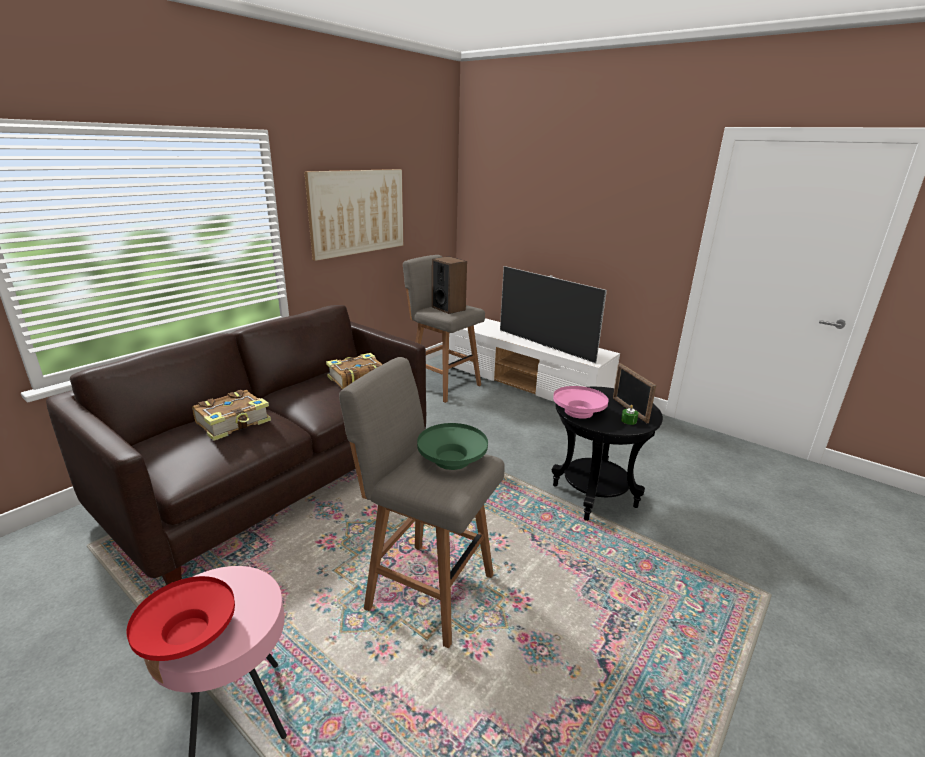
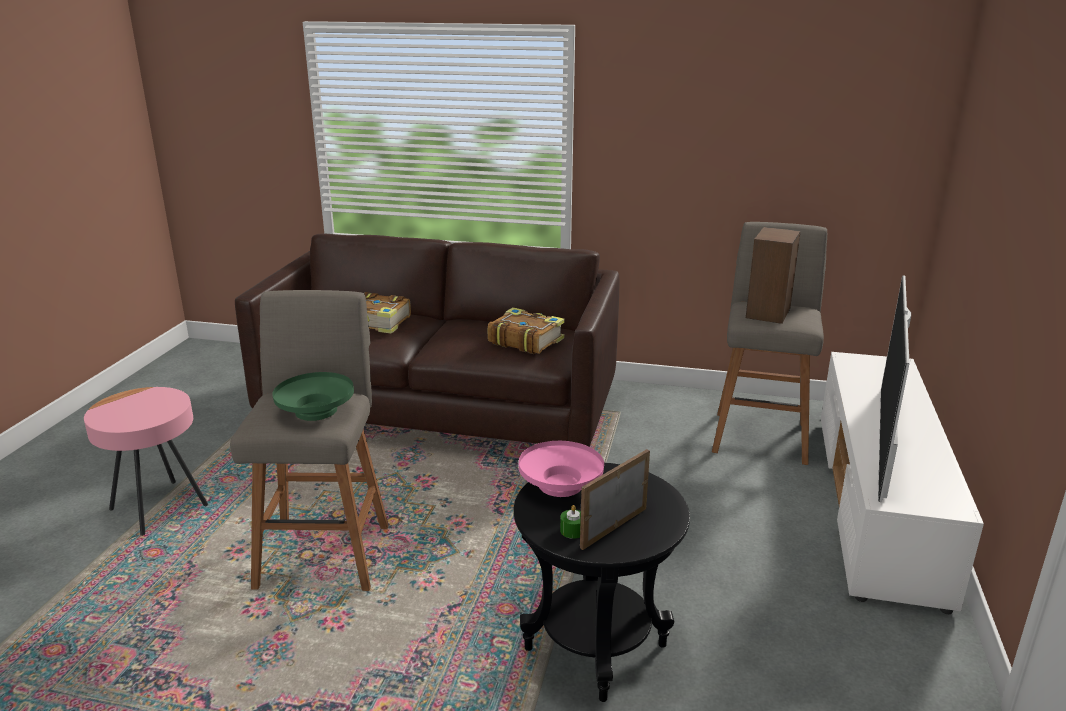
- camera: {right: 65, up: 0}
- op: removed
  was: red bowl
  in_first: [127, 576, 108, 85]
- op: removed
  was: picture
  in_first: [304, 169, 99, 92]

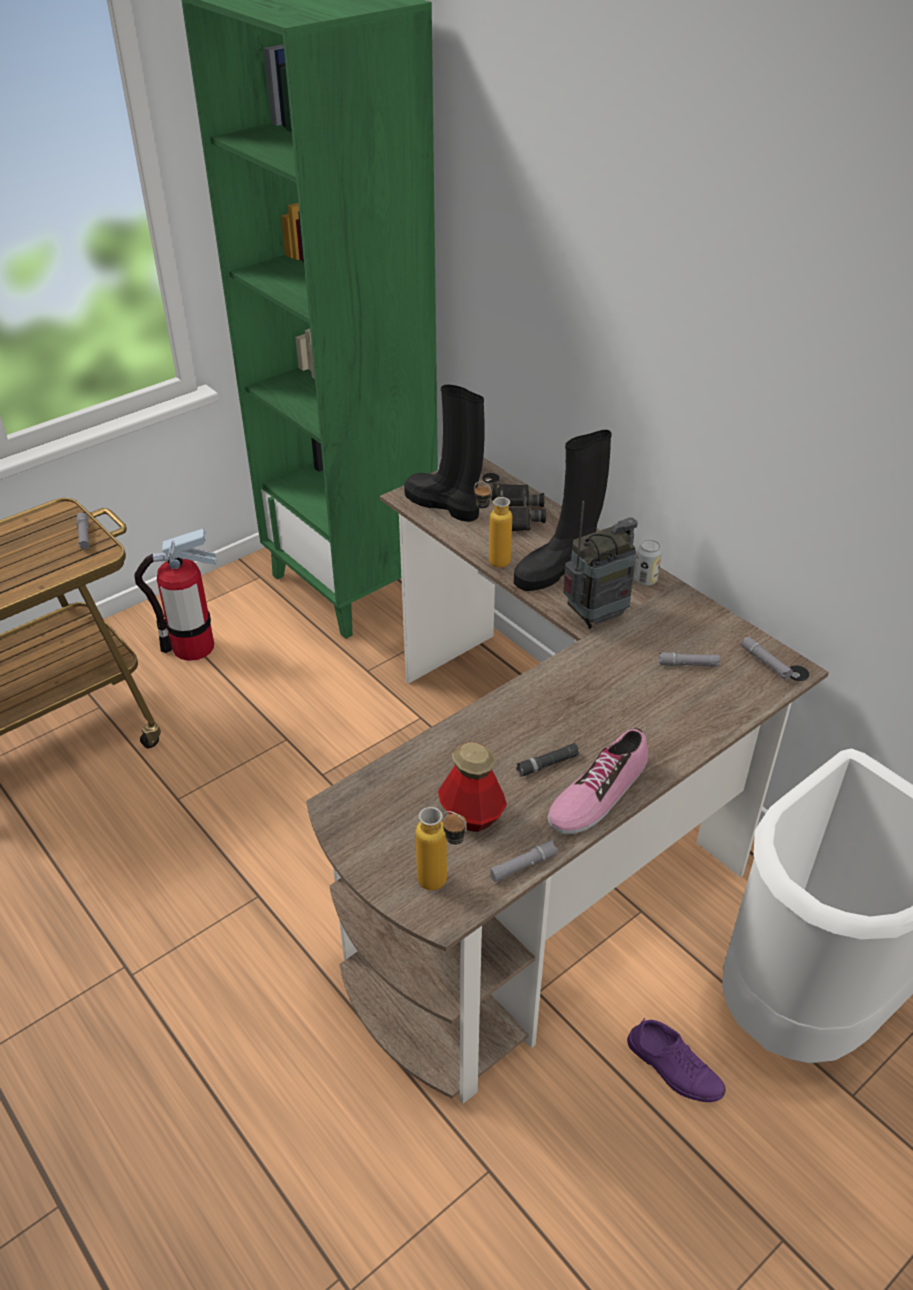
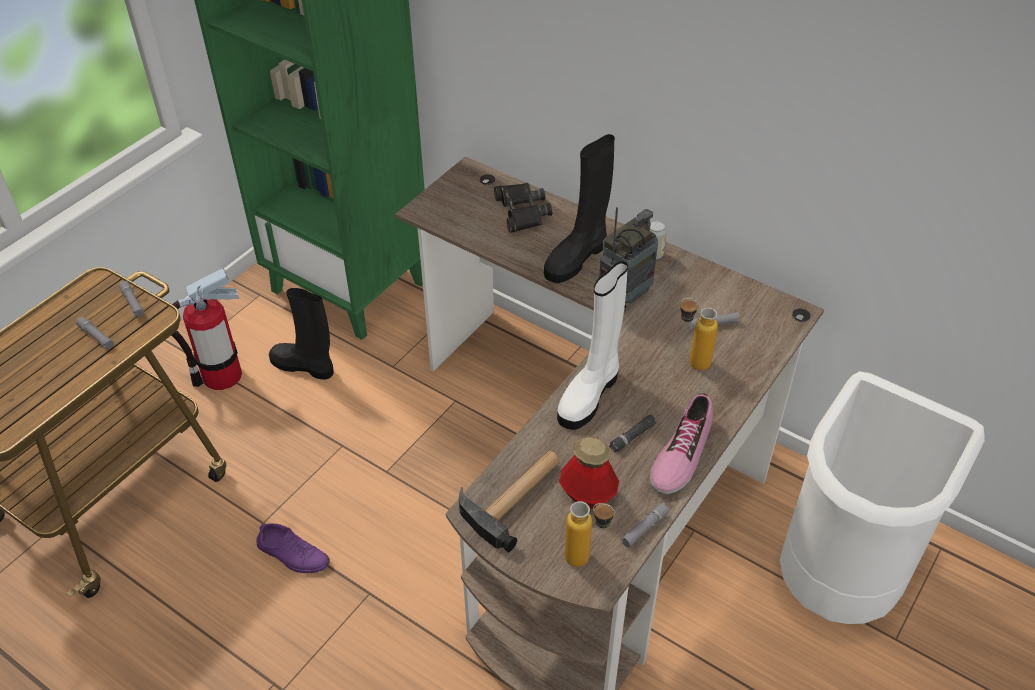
- camera: {right: -15, up: 5}
- op: added
  now: hammer
  in_second: [459, 451, 100, 101]
- op: added
  now: white boot
  in_second: [557, 261, 71, 169]
- op: moved
  was: black boot
  in_first: [404, 385, 81, 137]
  in_second: [269, 288, 65, 91]
- op: moved
  was: bottle
  in_first: [474, 481, 38, 87]
  in_second: [679, 298, 39, 72]
- op: moved
  was: purple shoe
  in_first: [627, 1018, 98, 84]
  in_second: [256, 523, 74, 50]
- op: moved
  was: grey flashlight
  in_first: [741, 636, 52, 44]
  in_second: [76, 316, 38, 33]

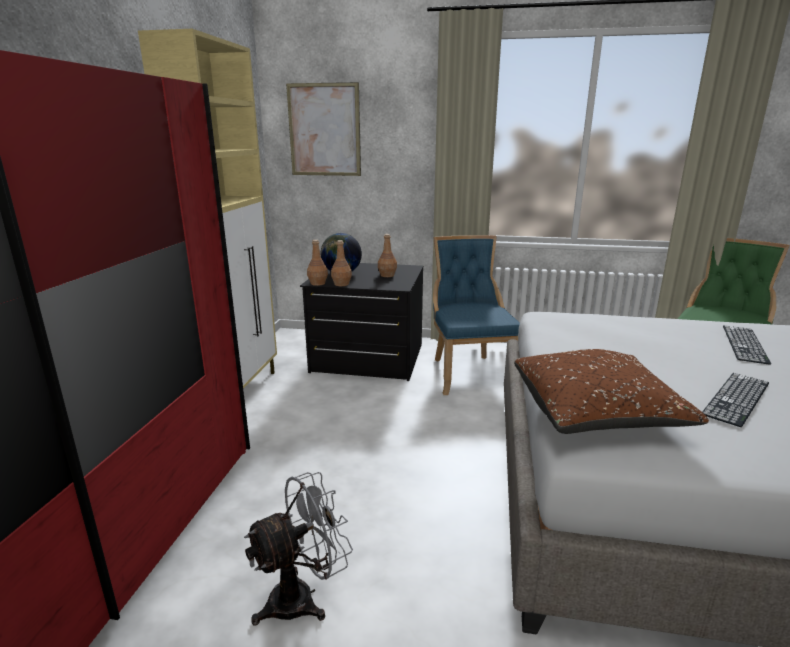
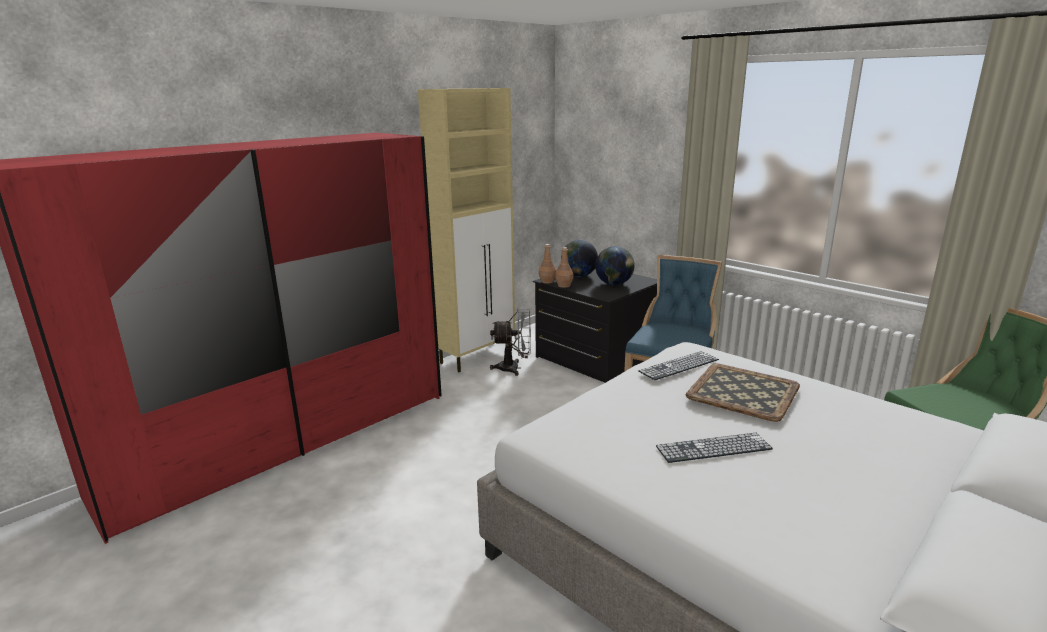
- camera: {right: 35, up: 0}
- op: removed
  was: picture
  in_first: [286, 82, 75, 94]
- op: removed
  was: brown pillow
  in_first: [514, 349, 195, 85]
- op: added
  now: tray
  in_second: [686, 364, 114, 58]
- op: moved
  was: grey fan
  in_first: [244, 472, 109, 154]
  in_second: [490, 309, 41, 67]
- op: moved
  was: keyboard
  in_first: [723, 325, 48, 40]
  in_second: [638, 351, 81, 29]
- op: replaced
  was: brown bottle
  now: globe
  in_first: [378, 234, 19, 43]
  in_second: [595, 246, 40, 39]

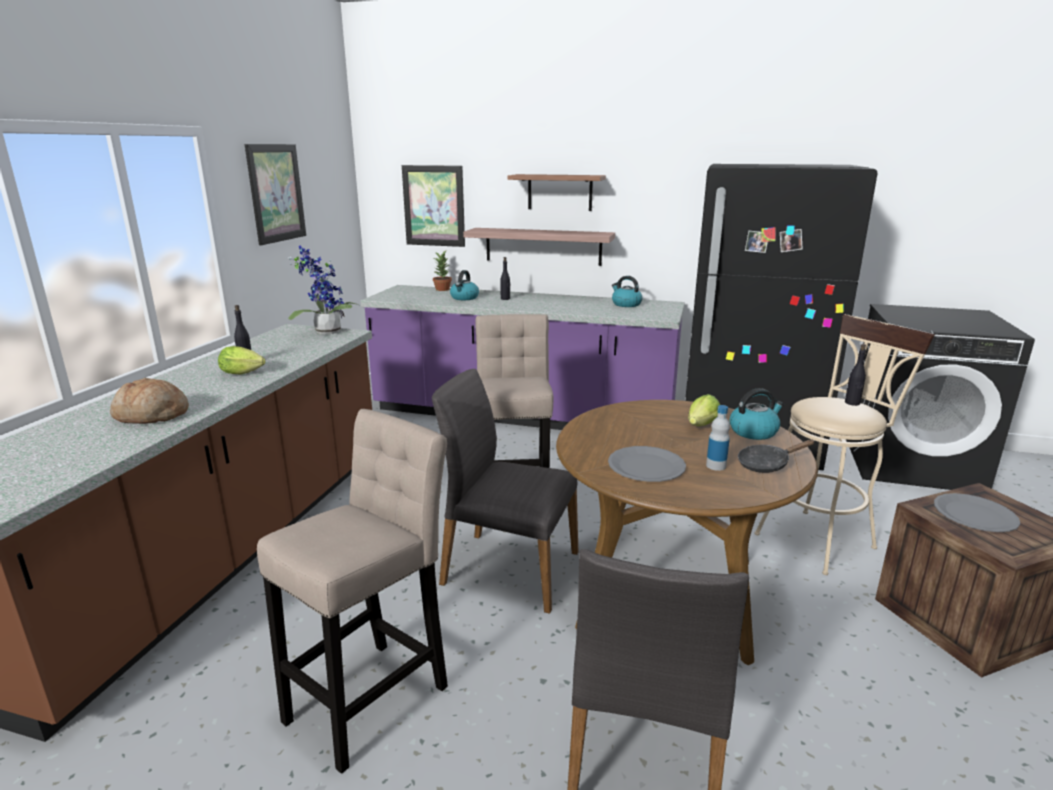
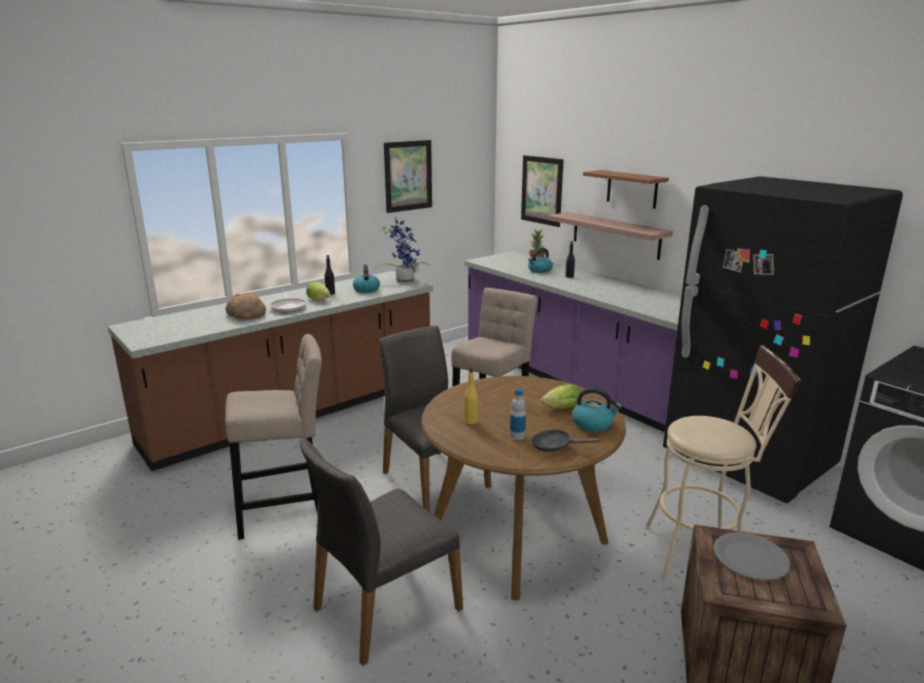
- camera: {right: 35, up: 0}
- op: removed
  was: black bottle
  in_first: [845, 344, 21, 62]
- op: added
  now: frying pan
  in_second: [270, 293, 36, 20]
- op: moved
  was: kettle
  in_first: [612, 276, 30, 31]
  in_second: [353, 264, 27, 29]
- op: replaced
  was: grey plate
  now: yellow bottle
  in_first: [608, 446, 78, 36]
  in_second: [464, 367, 14, 57]

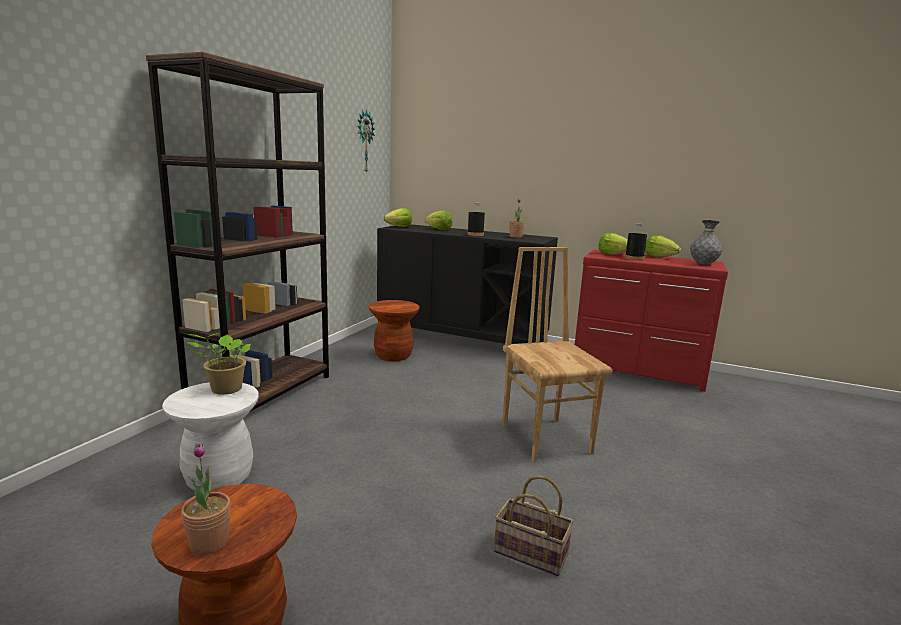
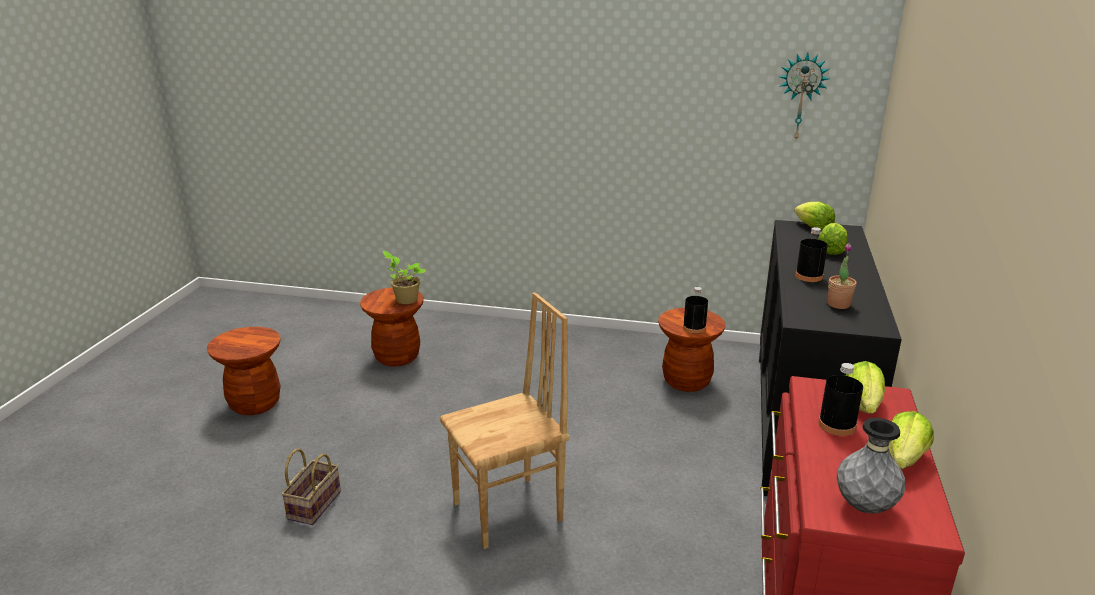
- camera: {right: 80, up: 10}
- op: removed
  was: brown bookcase
  in_first: [146, 52, 183, 360]
- op: removed
  was: potted plant
  in_first: [181, 443, 50, 112]
- op: added
  now: black bottle
  in_second: [683, 287, 25, 47]
- op: recoloured
  was: white stool
  now: brown stool
  in_first: [162, 383, 97, 108]
  in_second: [360, 287, 64, 79]

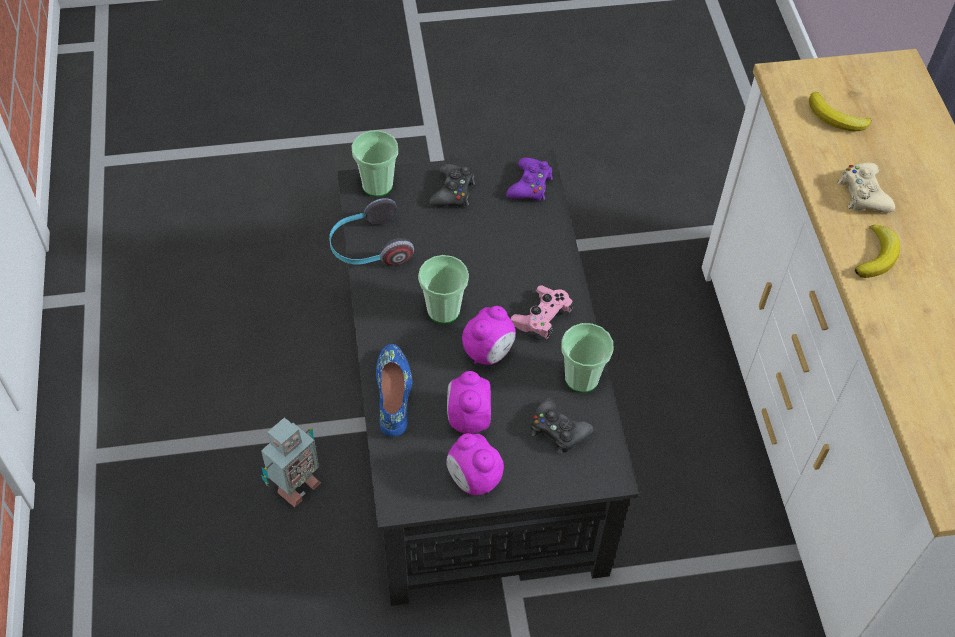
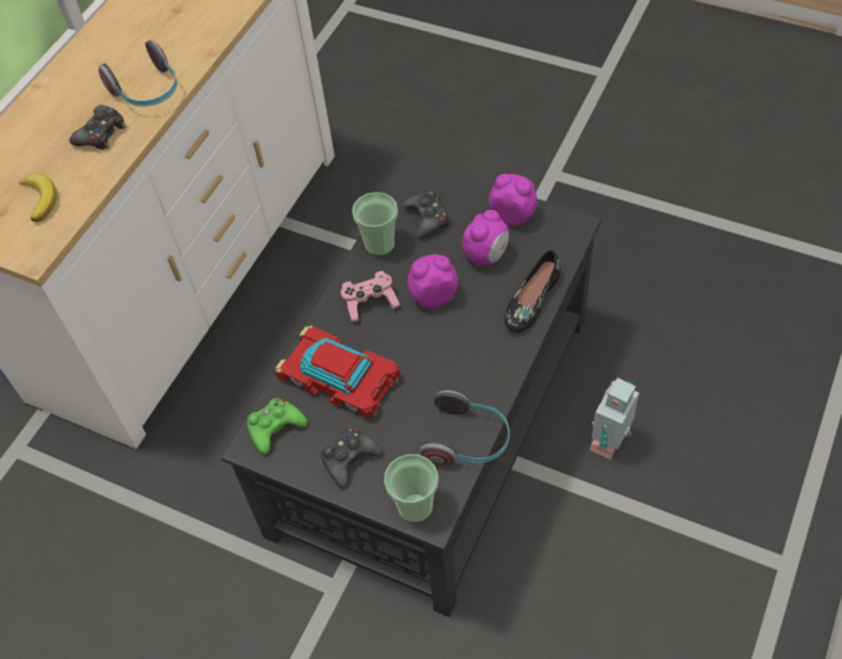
- camera: {right: -140, up: 0}
- op: removed
  was: cup
  in_first: [418, 255, 51, 69]
- op: added
  now: toy car
  in_second: [274, 326, 126, 92]
- op: replaced
  was: banana
  now: headphones
  in_first: [854, 225, 46, 53]
  in_second: [99, 40, 78, 67]
- op: recoloured
  was: blue shoe
  now: black shoe
  in_first: [376, 344, 36, 92]
  in_second: [505, 250, 56, 82]
- op: recoloured
  was: purple game controller
  now: green game controller
  in_first: [506, 158, 47, 43]
  in_second: [247, 398, 61, 56]
- op: recoloured
  was: beige game controller
  now: black game controller
  in_first: [838, 163, 57, 50]
  in_second: [69, 105, 57, 44]
- op: turned
  was: toy robot
  in_first: [261, 417, 60, 90]
  in_second: [590, 378, 49, 82]
  clockwise: -45
- op: turned
  was: alarm clock
  in_first: [446, 433, 58, 62]
  in_second: [489, 174, 48, 52]
  clockwise: -60

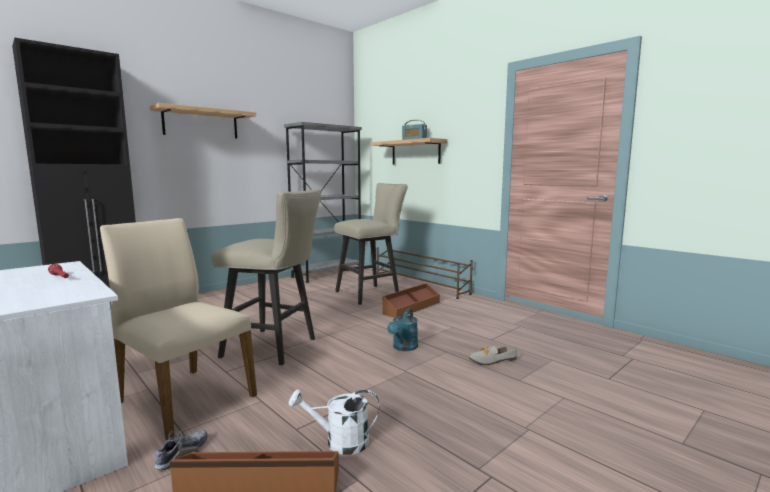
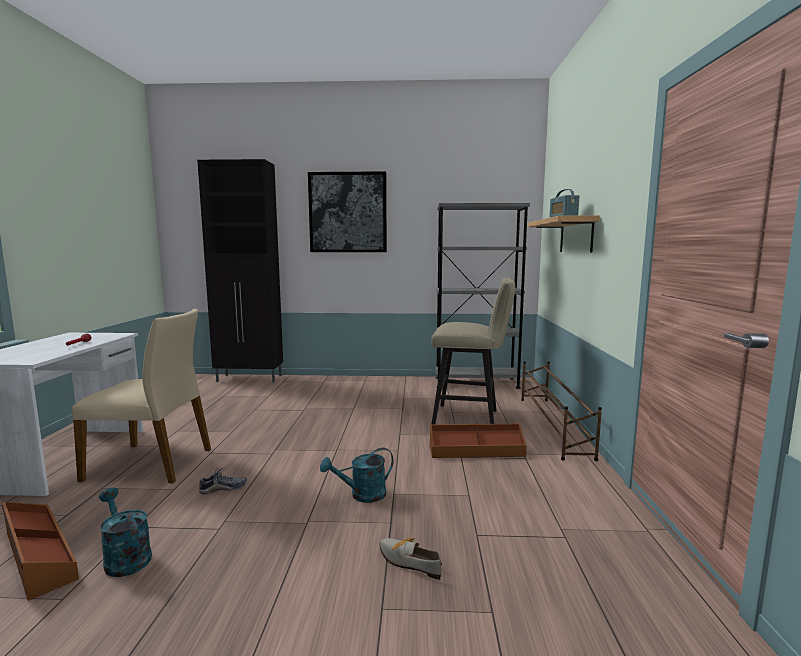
- camera: {right: 45, up: 0}
- op: removed
  was: beige stool
  in_first: [212, 189, 109, 176]
- op: moved
  was: shoe
  in_first: [155, 429, 53, 42]
  in_second: [199, 468, 48, 26]
- op: replaced
  was: shelf
  now: picture
  in_first: [150, 103, 106, 36]
  in_second: [308, 171, 79, 81]
- op: recoloured
  was: white watering can
  now: turquoise watering can
  in_first: [289, 389, 90, 66]
  in_second: [99, 487, 53, 90]
- op: turned
  was: beige chair
  in_first: [100, 218, 157, 223]
  in_second: [72, 309, 139, 174]
  clockwise: 105

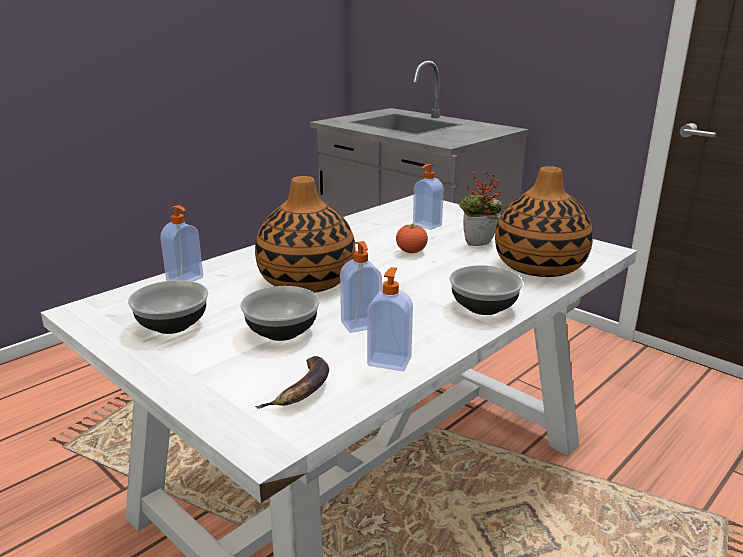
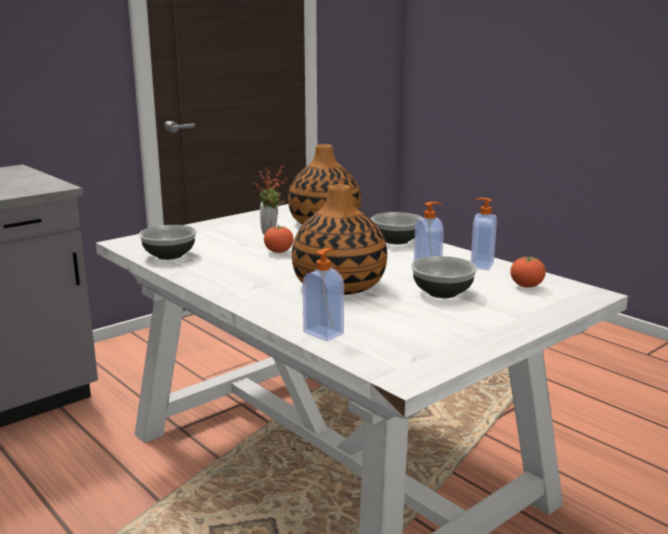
- camera: {right: -85, up: -5}
- op: removed
  was: soap dispenser
  in_first: [413, 164, 31, 66]
- op: moved
  was: bowl
  in_first: [128, 280, 80, 54]
  in_second: [139, 225, 58, 35]
- op: replaced
  was: banana
  now: tomato
  in_first: [255, 356, 74, 53]
  in_second: [511, 255, 35, 33]

